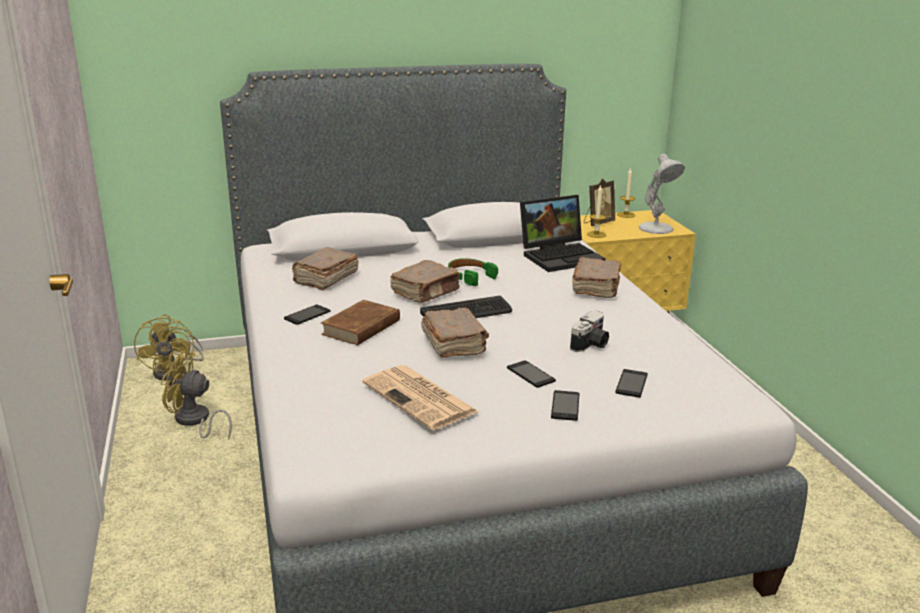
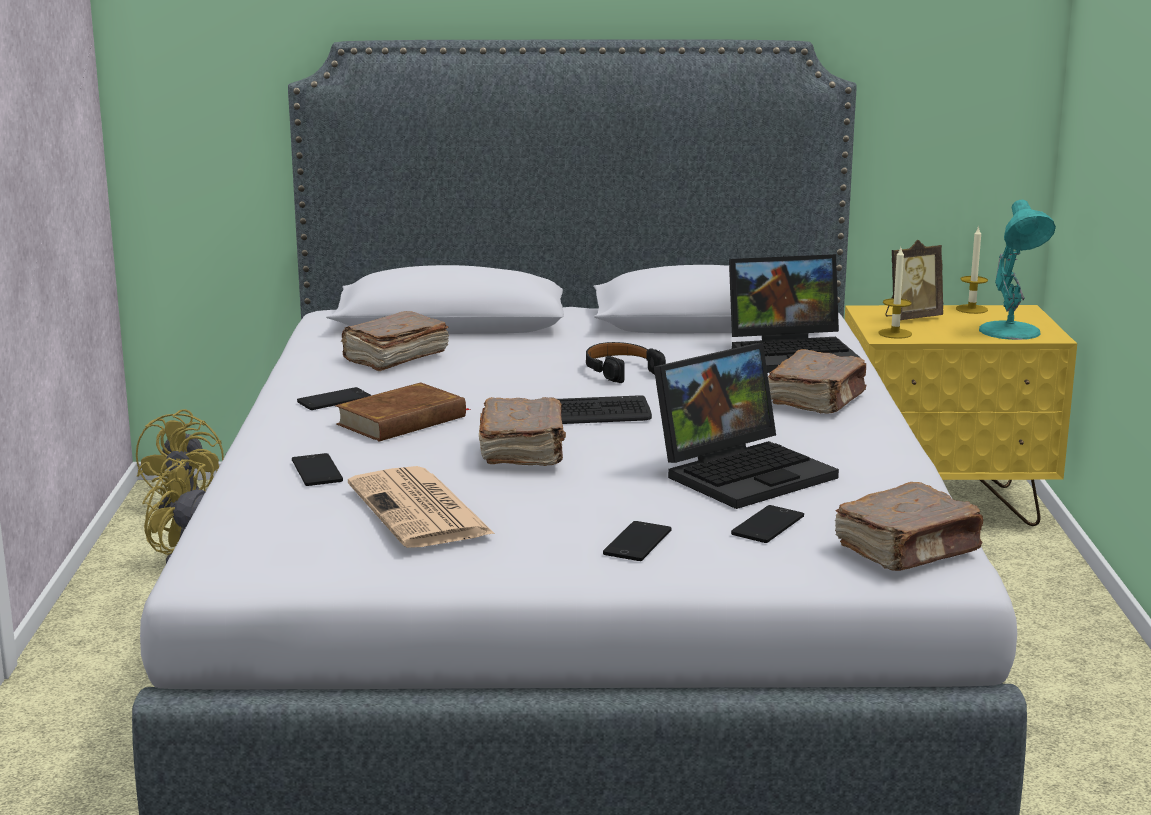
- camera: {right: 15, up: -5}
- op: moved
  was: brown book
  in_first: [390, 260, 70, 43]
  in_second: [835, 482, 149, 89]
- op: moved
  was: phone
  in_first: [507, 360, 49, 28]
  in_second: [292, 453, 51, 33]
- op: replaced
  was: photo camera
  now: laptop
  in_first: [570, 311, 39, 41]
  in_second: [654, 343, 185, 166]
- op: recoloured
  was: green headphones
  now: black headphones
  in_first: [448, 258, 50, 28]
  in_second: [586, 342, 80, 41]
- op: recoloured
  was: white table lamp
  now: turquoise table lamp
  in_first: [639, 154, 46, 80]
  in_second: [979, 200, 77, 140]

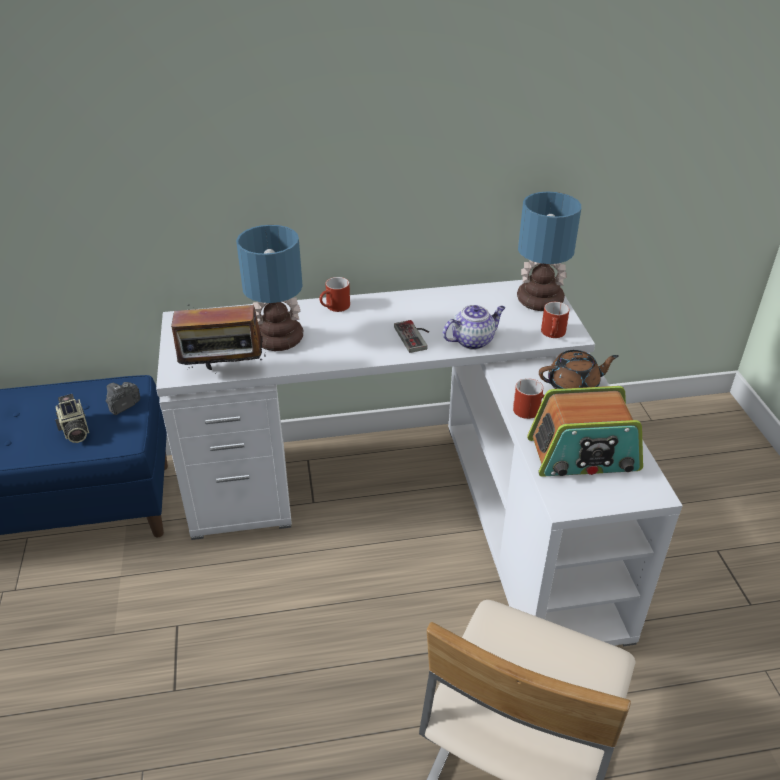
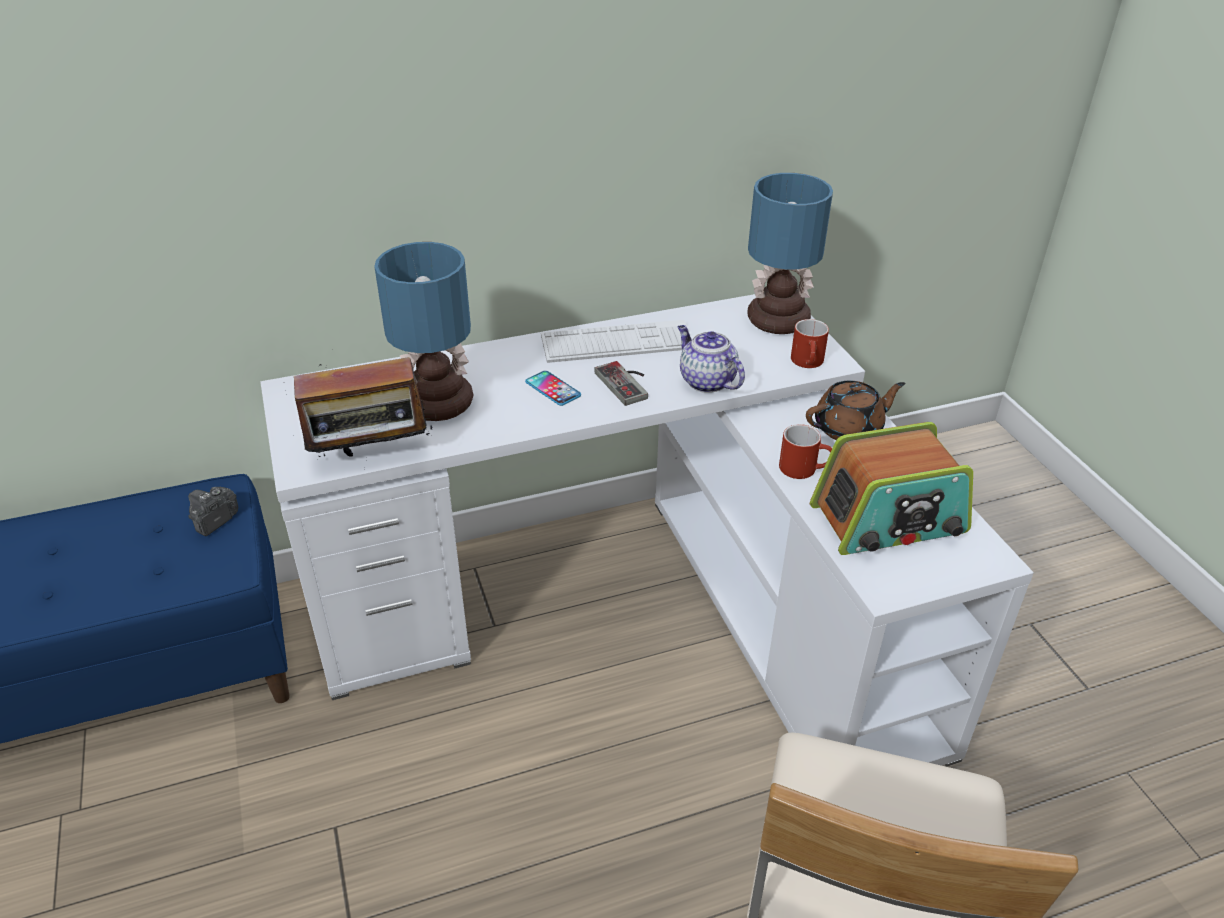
- camera: {right: -10, up: 0}
- op: removed
  was: photo camera
  in_first: [55, 394, 34, 49]
- op: removed
  was: red mug
  in_first: [319, 277, 31, 35]
- op: added
  now: phone
  in_second: [525, 371, 56, 35]
- op: added
  now: keyboard
  in_second: [541, 320, 151, 43]
- op: turned
  was: teapot
  in_first: [443, 305, 62, 45]
  in_second: [678, 325, 67, 68]
  clockwise: -90

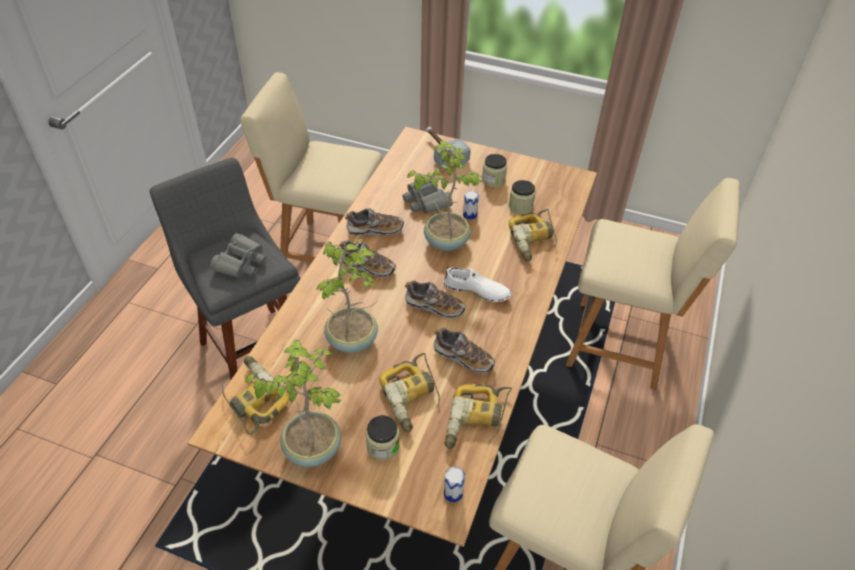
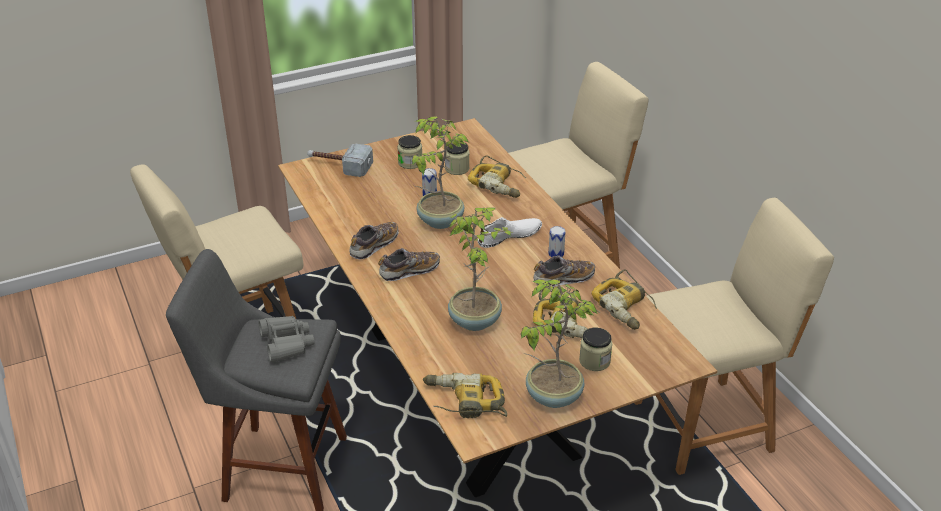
- camera: {right: -45, up: -10}
- op: removed
  was: grey binoculars
  in_first: [402, 175, 51, 39]
- op: removed
  was: shoe
  in_first: [405, 281, 61, 37]
- op: moved
  was: can
  in_first: [444, 467, 21, 35]
  in_second: [549, 226, 17, 31]

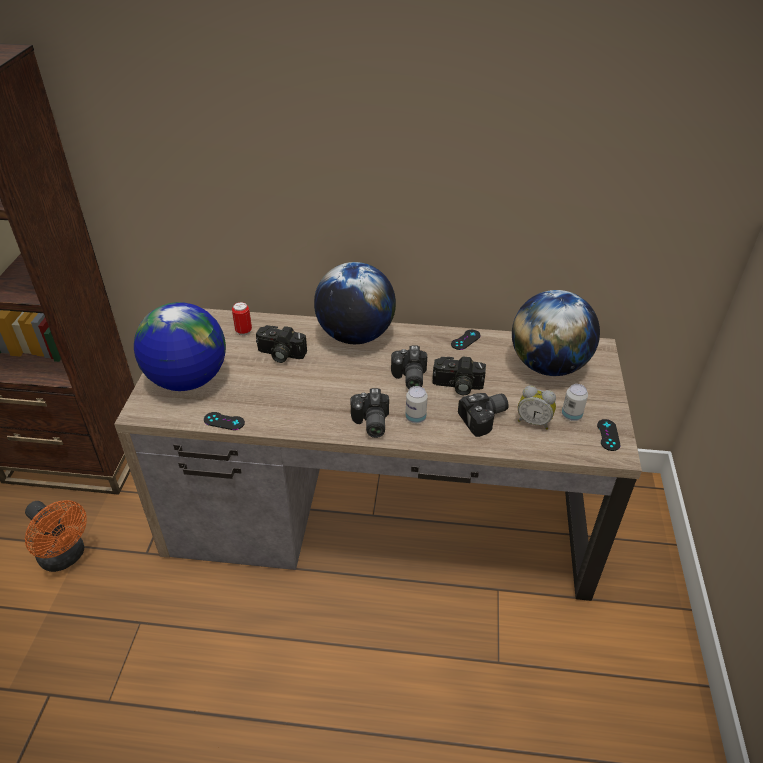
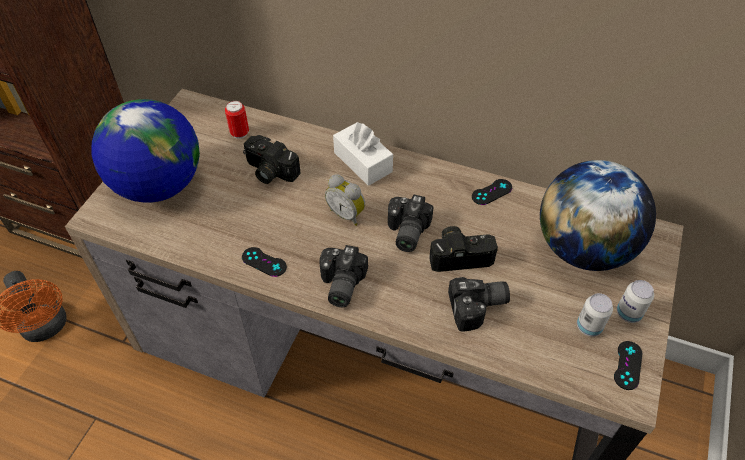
- camera: {right: 15, up: 10}
- op: moved
  was: black game controller
  in_first: [204, 412, 41, 18]
  in_second: [242, 247, 45, 30]
- op: moved
  was: can
  in_first: [406, 386, 22, 37]
  in_second: [617, 280, 37, 43]
- op: moved
  was: alarm clock
  in_first: [518, 385, 38, 45]
  in_second: [325, 174, 40, 52]
- op: replaced
  was: globe
  now: white tissue box
  in_first: [314, 262, 82, 82]
  in_second: [333, 122, 60, 64]
- op: turned
  was: photo camera
  in_first: [432, 356, 54, 39]
  in_second: [429, 226, 69, 46]
  clockwise: 150

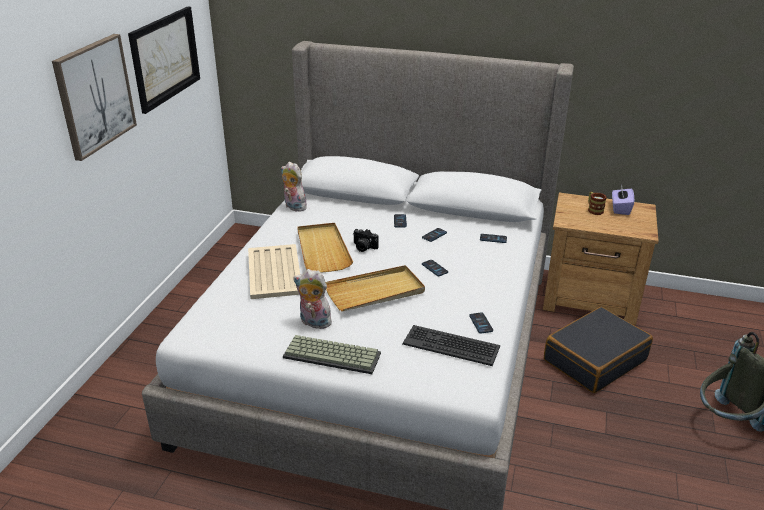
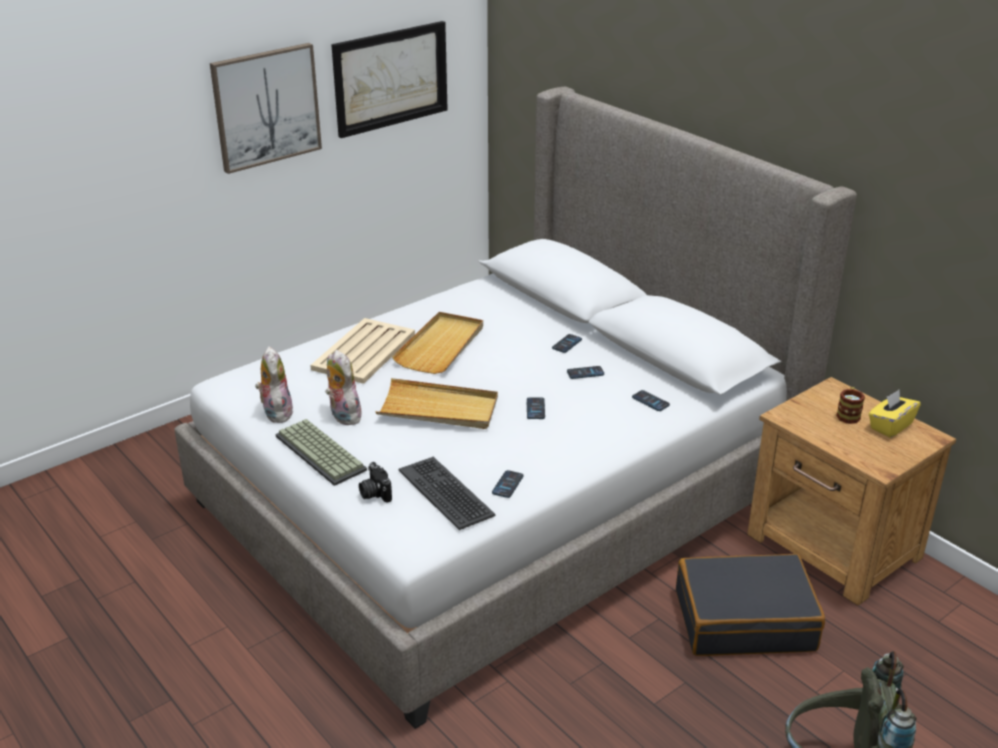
- camera: {right: 35, up: 0}
- op: moved
  was: plush toy
  in_first: [281, 162, 26, 50]
  in_second: [255, 346, 38, 77]
- op: moved
  was: photo camera
  in_first: [353, 229, 26, 23]
  in_second: [359, 462, 33, 41]
- op: recoloured
  was: purple tissue box
  now: yellow tissue box
  in_first: [612, 189, 22, 26]
  in_second: [869, 390, 52, 48]

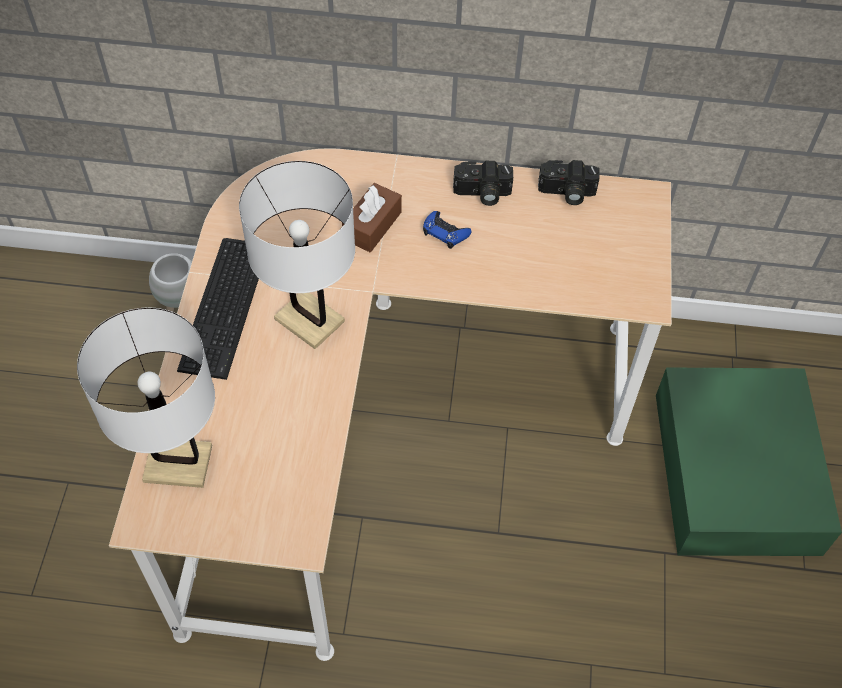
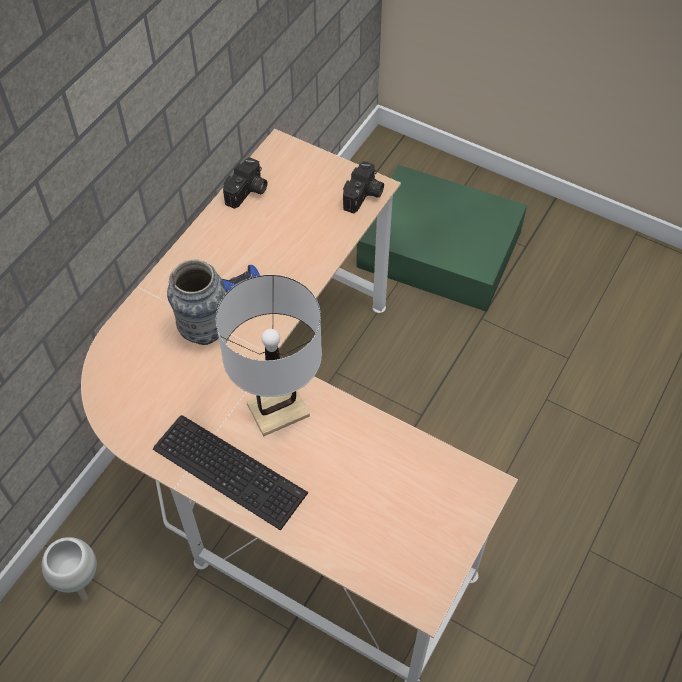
- camera: {right: -65, up: 0}
- op: removed
  was: white table lamp
  in_first: [77, 307, 138, 181]
- op: moved
  was: photo camera
  in_first: [453, 161, 60, 45]
  in_second: [343, 161, 41, 53]
- op: replaced
  was: brown tissue box
  now: vase
  in_first: [342, 183, 60, 69]
  in_second: [167, 259, 59, 86]

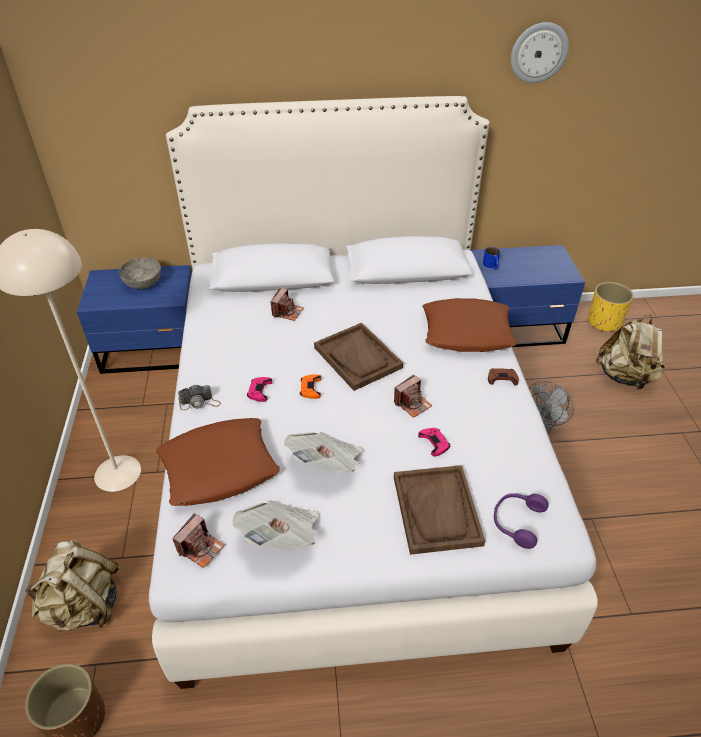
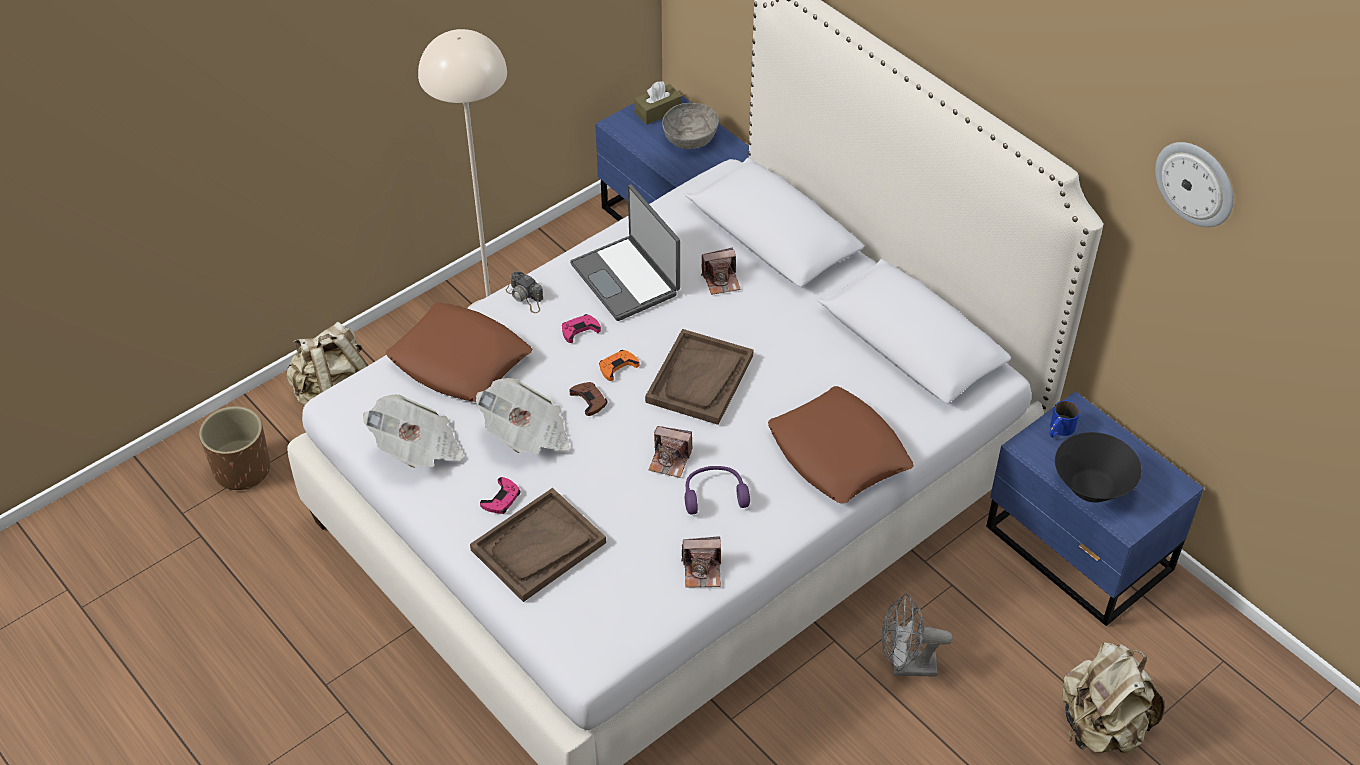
- camera: {right: 55, up: 5}
- op: removed
  was: yellow planter
  in_first: [588, 282, 46, 51]
- op: added
  now: laptop
  in_second: [570, 184, 110, 137]
- op: added
  now: brown tissue box
  in_second: [634, 81, 48, 44]
- op: added
  now: black bowl
  in_second: [1055, 432, 87, 70]
- op: moved
  was: photo camera
  in_first: [172, 513, 53, 55]
  in_second: [681, 536, 40, 52]
- op: moved
  was: pink game controller
  in_first: [418, 428, 32, 29]
  in_second: [480, 477, 41, 37]
- op: moved
  was: brown game controller
  in_first: [488, 368, 31, 18]
  in_second: [570, 382, 38, 34]
- op: moved
  was: purple headphones
  in_first: [494, 493, 55, 56]
  in_second: [685, 466, 65, 49]

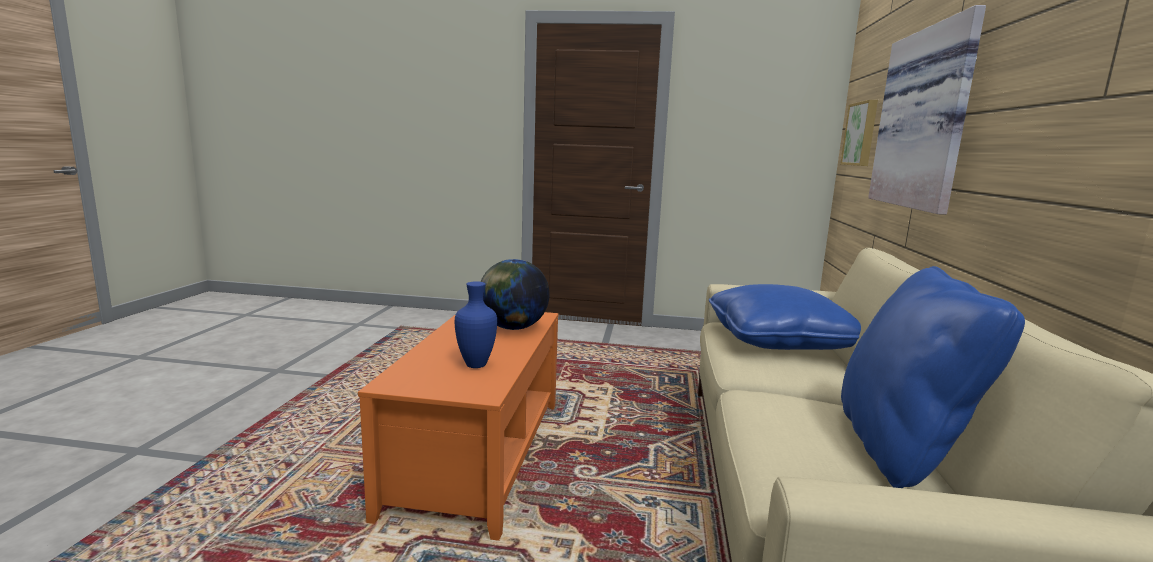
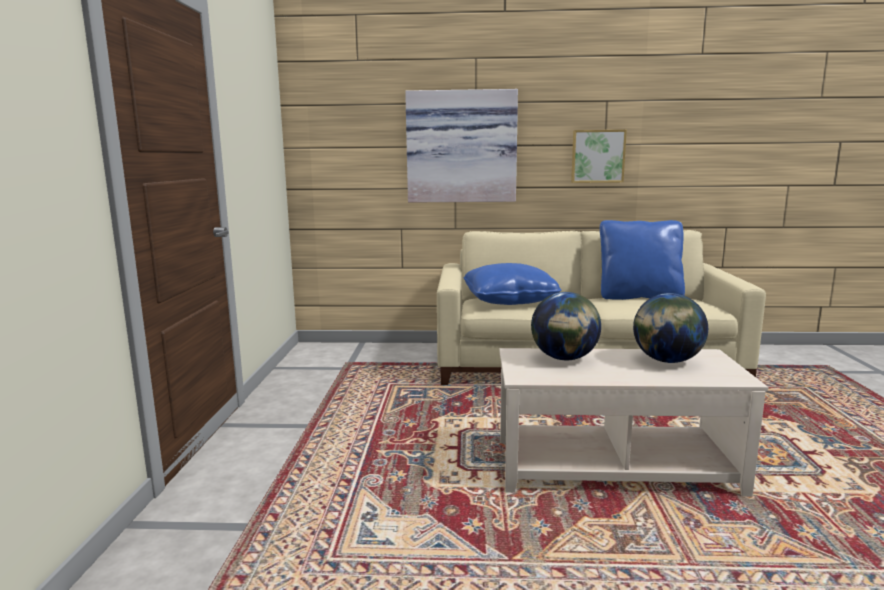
- camera: {right: -95, up: 0}
- op: moved
  was: picture
  in_first: [840, 100, 38, 66]
  in_second: [571, 130, 56, 53]
- op: replaced
  was: blue vase
  now: globe
  in_first: [455, 281, 42, 87]
  in_second: [633, 293, 75, 70]
- op: recoloured
  was: orange coffee table
  now: beige coffee table
  in_first: [358, 312, 201, 229]
  in_second: [499, 348, 269, 149]

